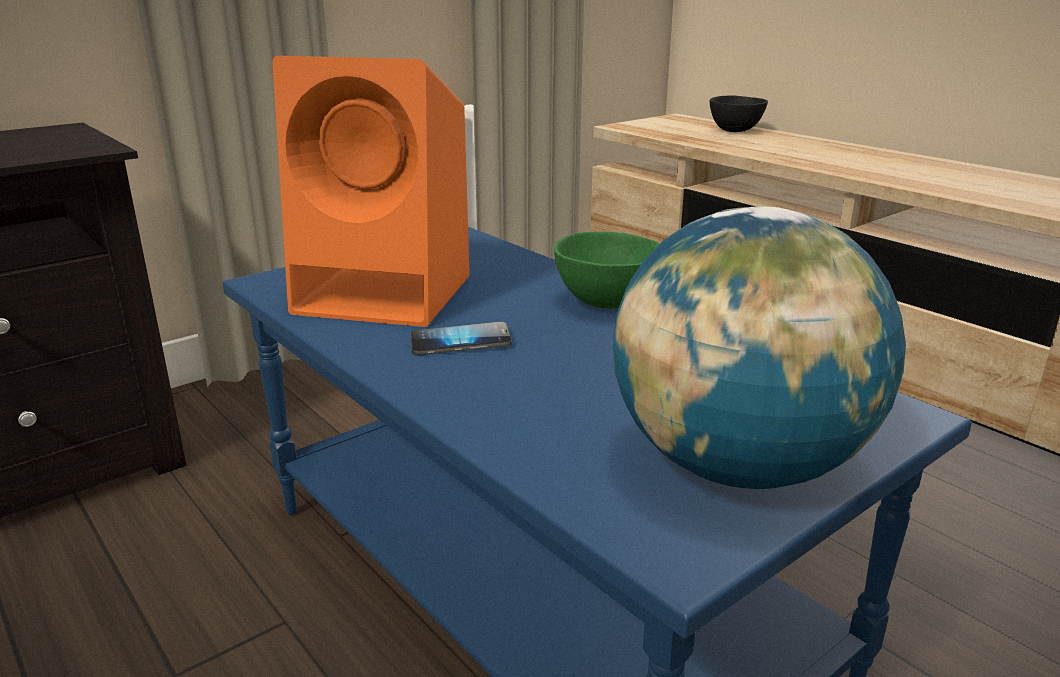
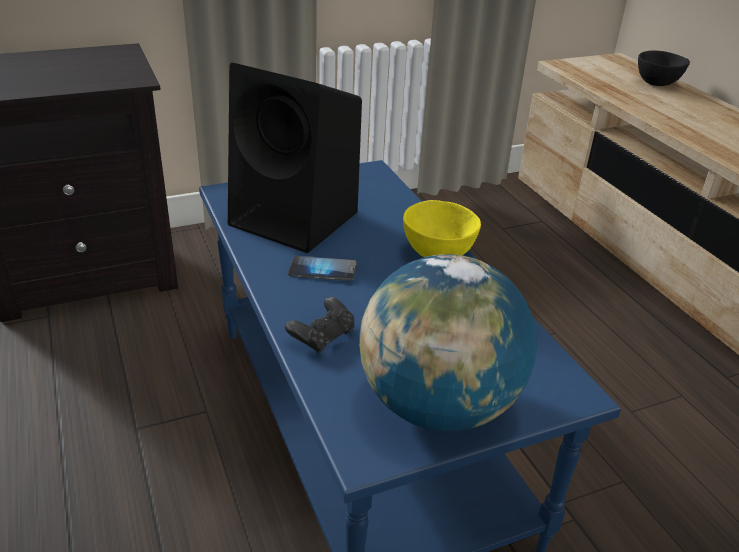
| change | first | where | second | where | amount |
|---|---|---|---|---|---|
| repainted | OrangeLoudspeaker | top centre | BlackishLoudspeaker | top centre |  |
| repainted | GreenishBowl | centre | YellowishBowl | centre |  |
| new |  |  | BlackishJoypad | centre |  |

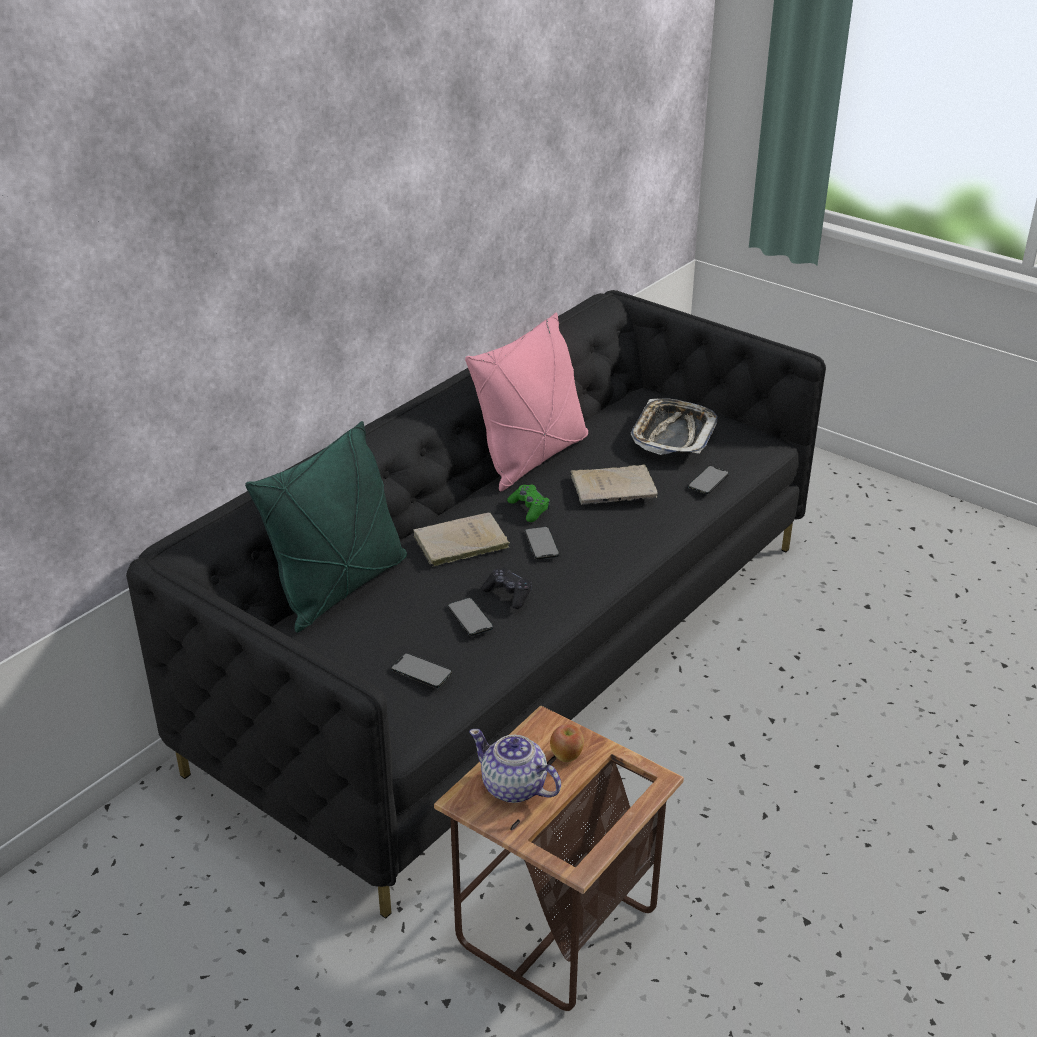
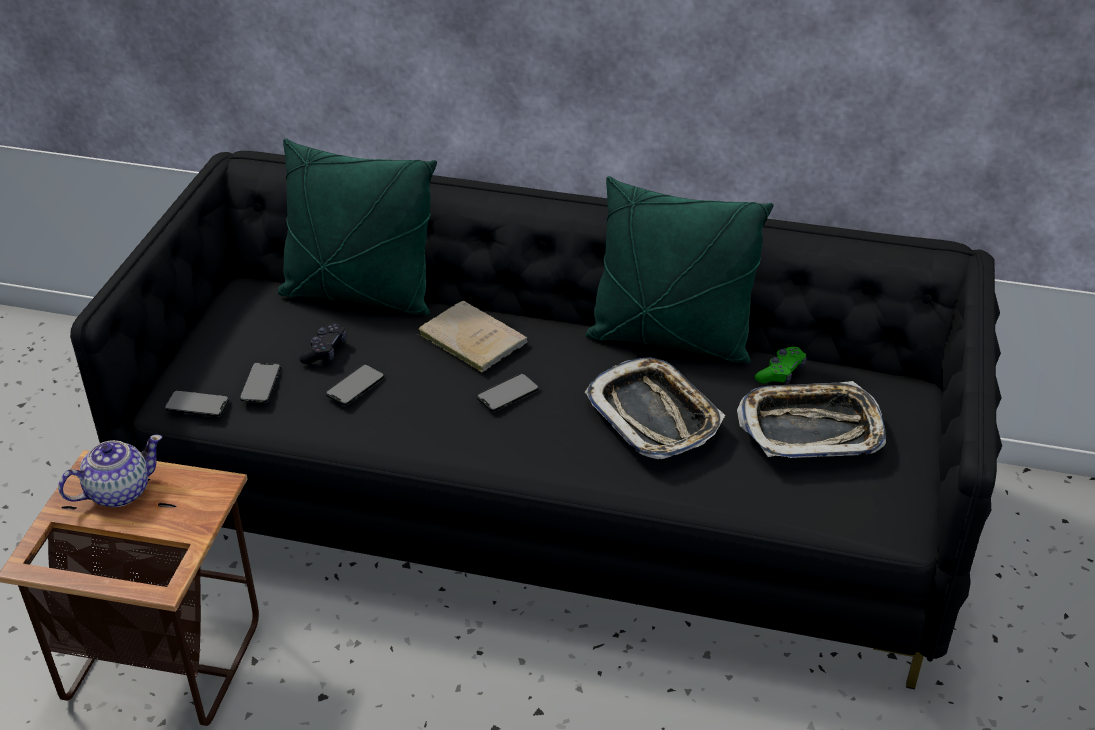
| change | first | where | second | where | amount |
|---|---|---|---|---|---|
| repainted | PinkCushion | centre | GreenishCushion (no. 2 from left) | centre |  |
| rotated | PotForTea | bottom centre |  | middle left | 45 degrees clockwise |
| shifted | BlackishJoypad | centre |  | middle left |  |
| shifted | GreenishJoypad | centre |  | middle right |  |
| gone | AppleFruit | bottom centre |  |  |  |
| swapped | SandColouredVolume (no. 2 from left) | centre | ServingTray (no. 1 from left) | centre |  |
| shifted | Telephone (no. 4 from left in the first image) | middle right | Telephone (no. 1 from left) | middle left |  |

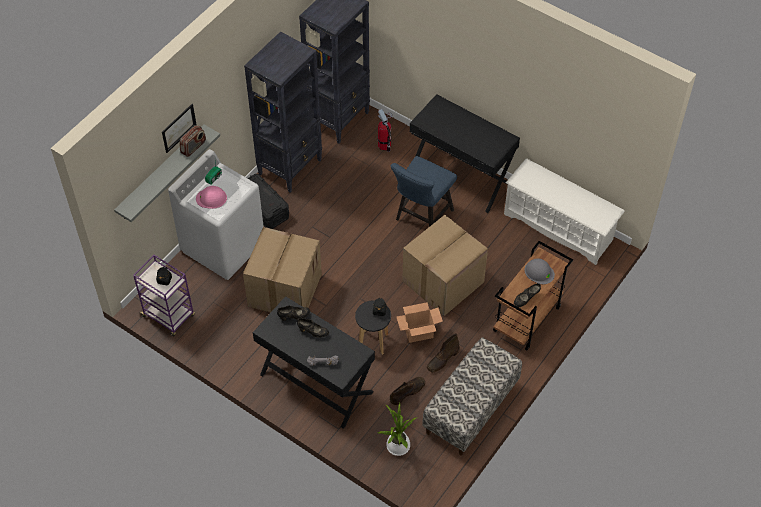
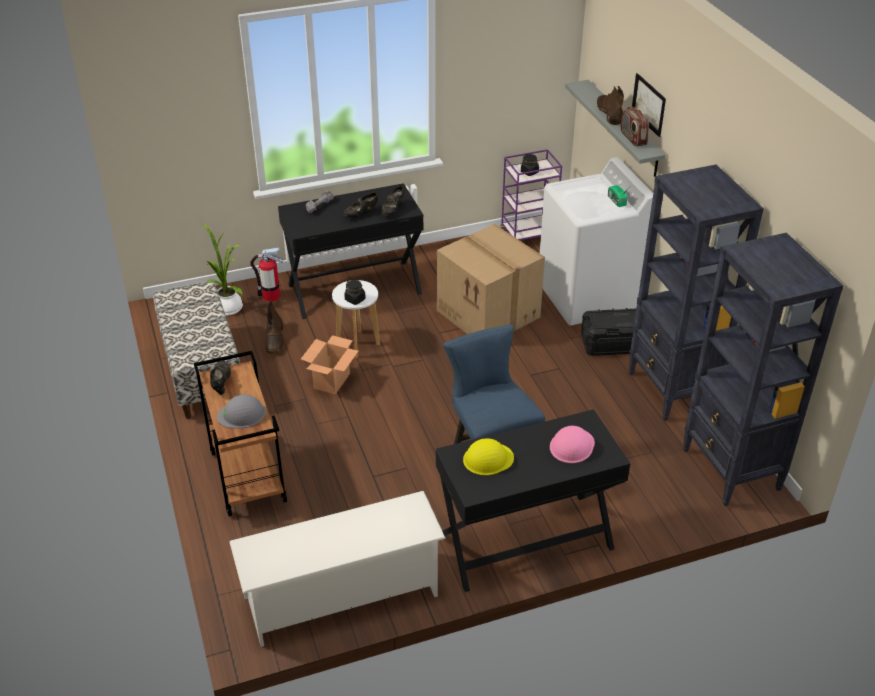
| change | first | where | second | where | amount |
|---|---|---|---|---|---|
| shifted | PinkHardHat | middle left |  | centre |  |
| repainted | BlackishSittingStool | centre | WhiteSittingStool | centre |  |
| shifted | FireExtinguisher | top centre |  | middle left |  |
| gone | Carton (no. 3 from left) | centre |  |  |  |
| shifted | BrownishBoot (no. 2 from left) | bottom centre |  | top right |  |
| new |  |  | YellowishHardHat | centre |  |

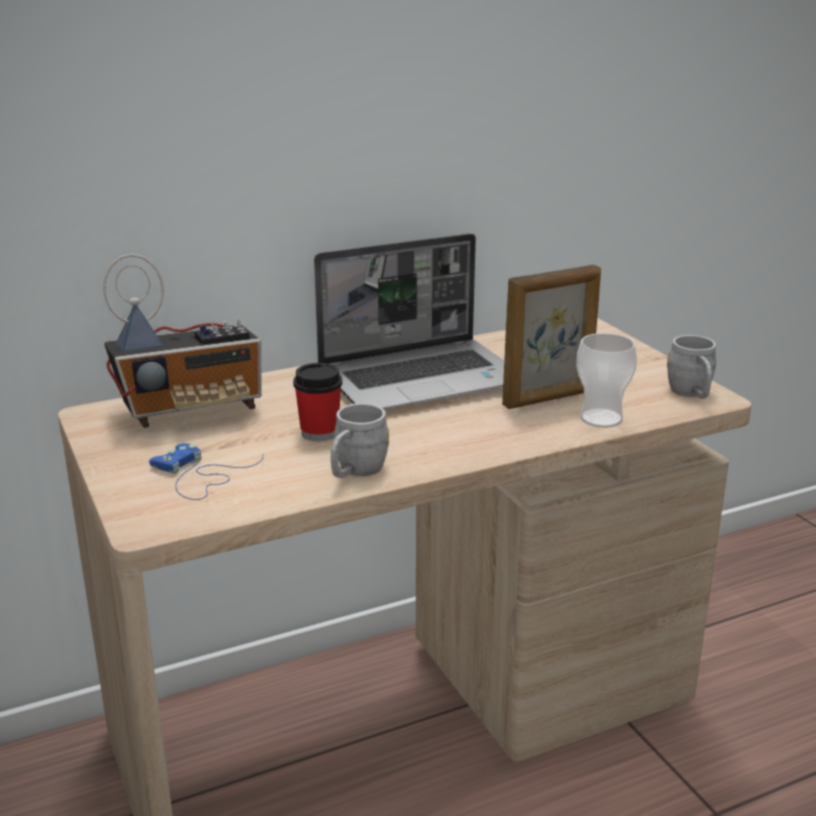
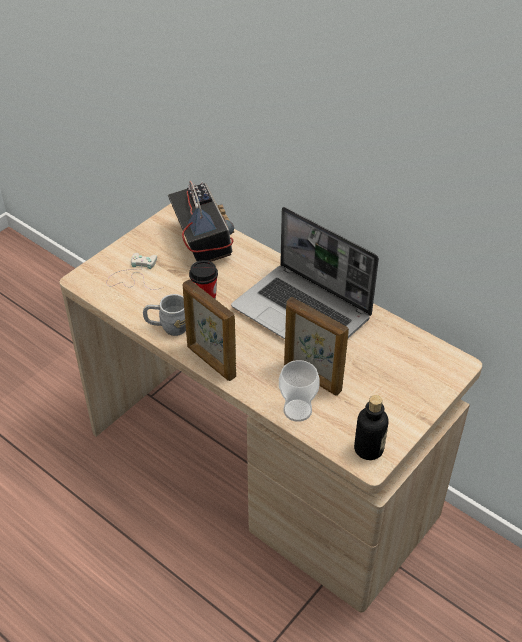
| change | first | where | second | where | amount |
|---|---|---|---|---|---|
| rotated | RadioReceiver | middle left |  | centre | 150 degrees counterclockwise |
| repainted | BlueJoypad | middle left | WhiteJoypad | middle left |  |
| swapped | GreyCoffeeMug (no. 2 from left) | middle right | DrinkBottle | middle right |  |
| new |  |  | PhotoFrame (no. 1 from left) | centre |  |

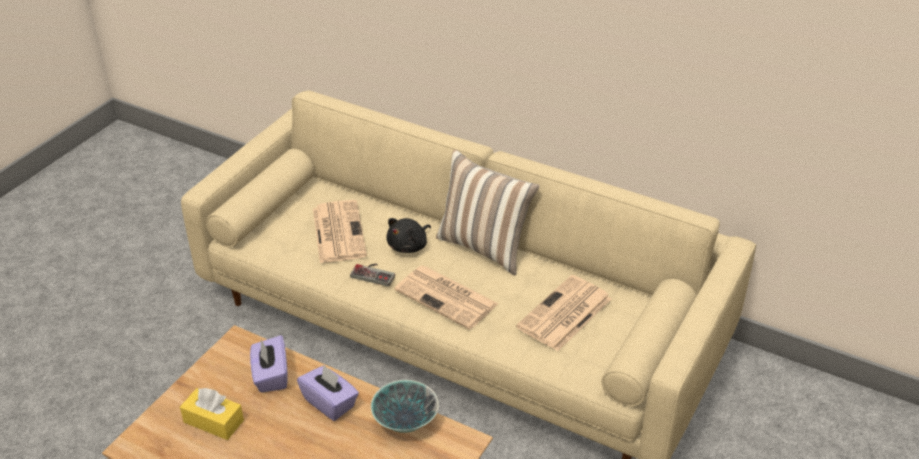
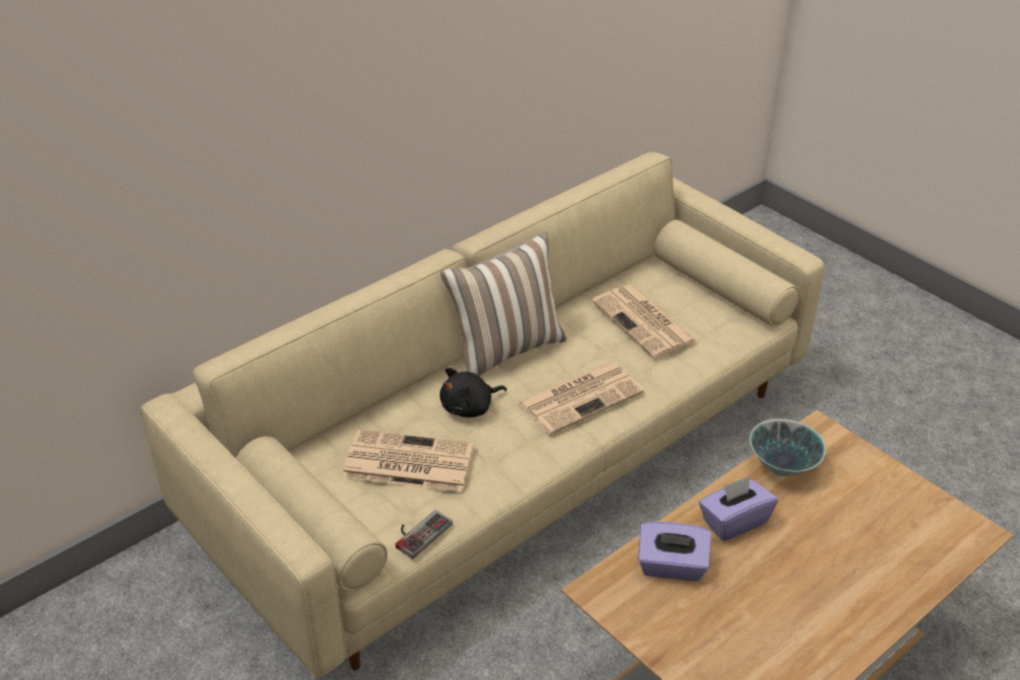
| change | first | where | second | where | amount |
|---|---|---|---|---|---|
| gone | YellowishBoxOfTissues | bottom left |  |  |  |
| shifted | Joypad | centre |  | bottom centre |  |
| rotated | BlackishSoftToy | centre |  | centre | 90 degrees clockwise |

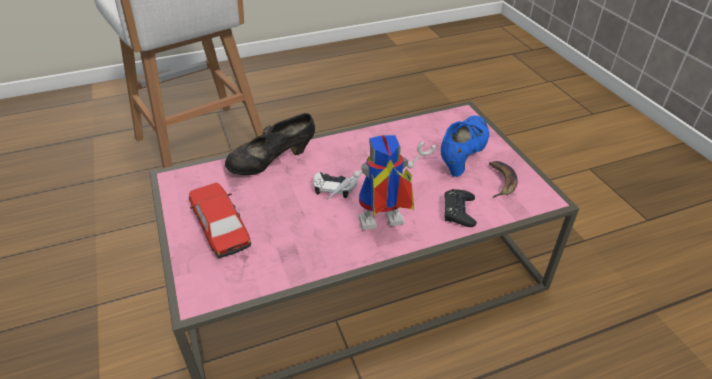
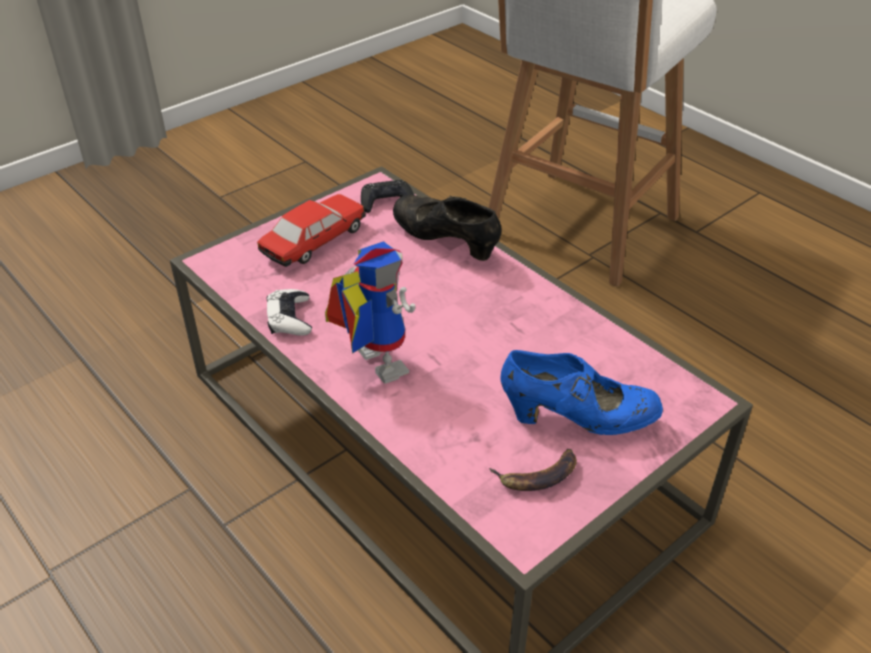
| change | first | where | second | where | amount |
|---|---|---|---|---|---|
| shifted | WhiteJoypad | centre |  | middle left |  |
| shifted | BlackishJoypad | centre |  | top centre |  |

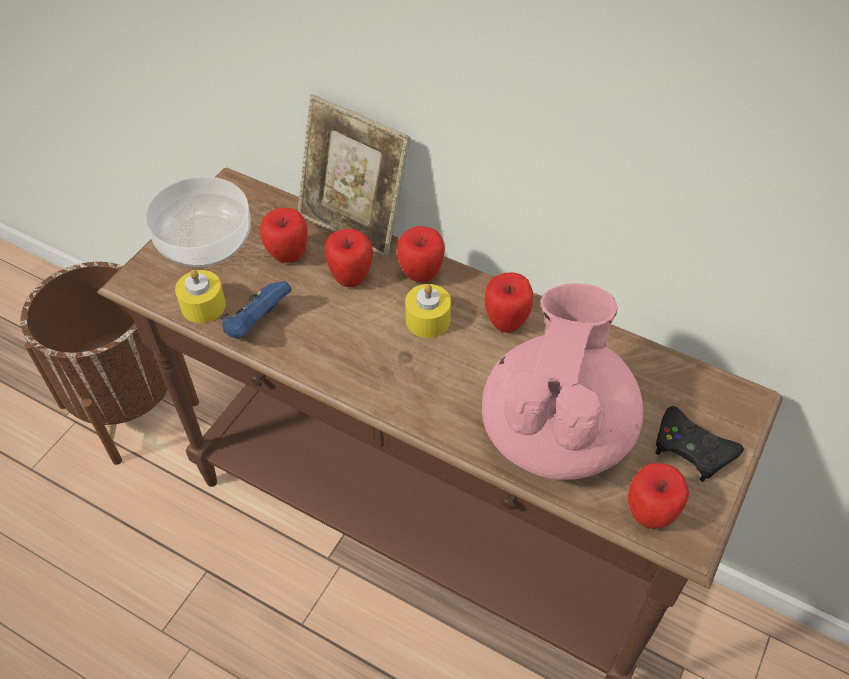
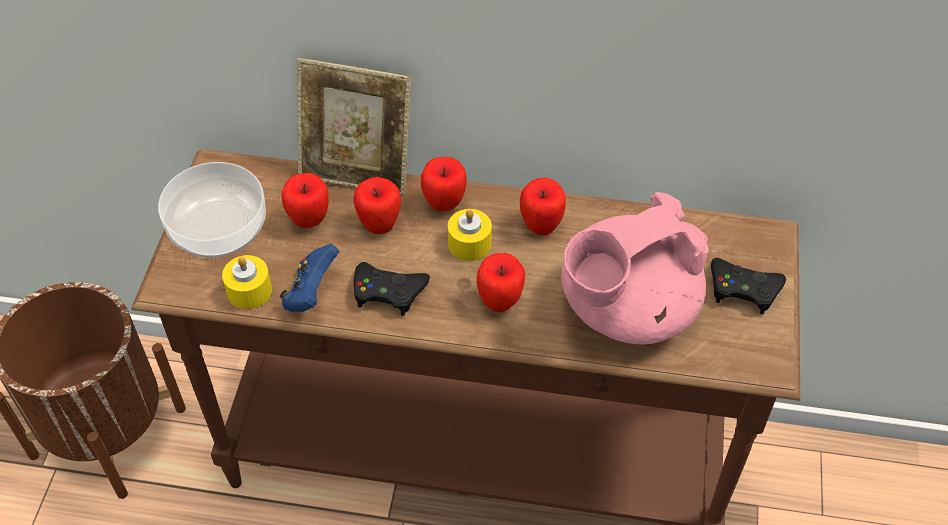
| change | first | where | second | where | amount |
|---|---|---|---|---|---|
| rotated | PinkPotForTea | centre |  | middle right | 120 degrees counterclockwise |
| shifted | AppleFruit (no. 5 from left in the first image) | bottom right | AppleFruit (no. 4 from left) | centre |  |
| new |  |  | BlackishJoypad (no. 1 from left) | centre |  |

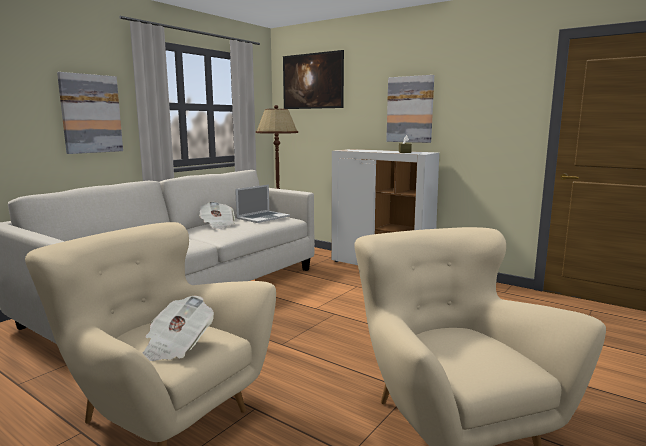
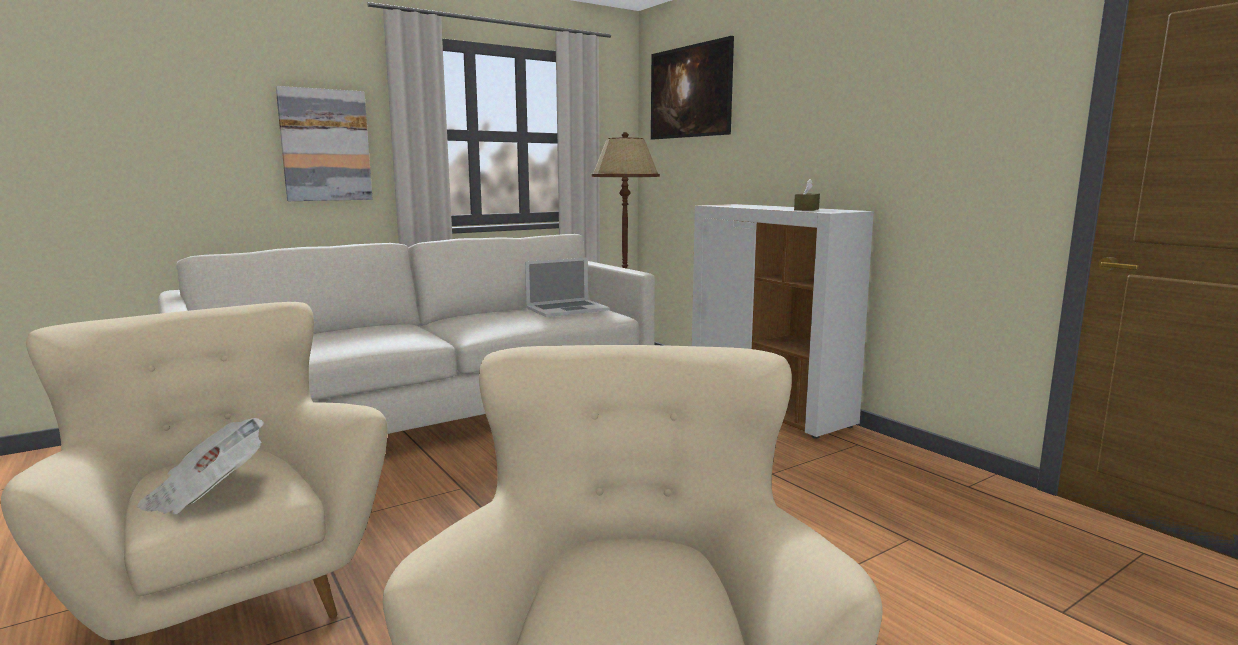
| change | first | where | second | where | amount |
|---|---|---|---|---|---|
| gone | DailyPaper (no. 2 from left) | centre |  |  |  |
| gone | WallArt (no. 3 from left) | top centre |  |  |  |

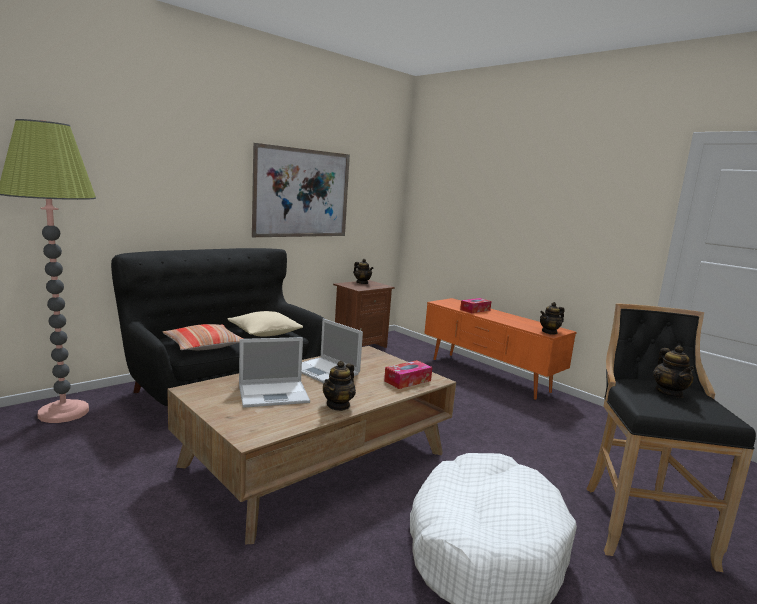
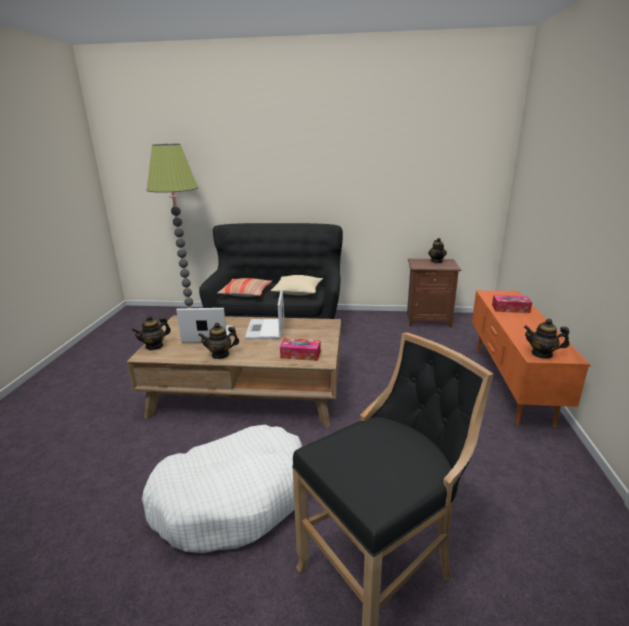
| change | first | where | second | where | amount |
|---|---|---|---|---|---|
| rotated | NotebookComputer (no. 1 from left) | centre |  | middle left | 150 degrees clockwise |
| gone | WallArt | top centre |  |  |  |
| shifted | PotForTea (no. 4 from left in the first image) | middle right | PotForTea (no. 1 from left) | middle left |  |

